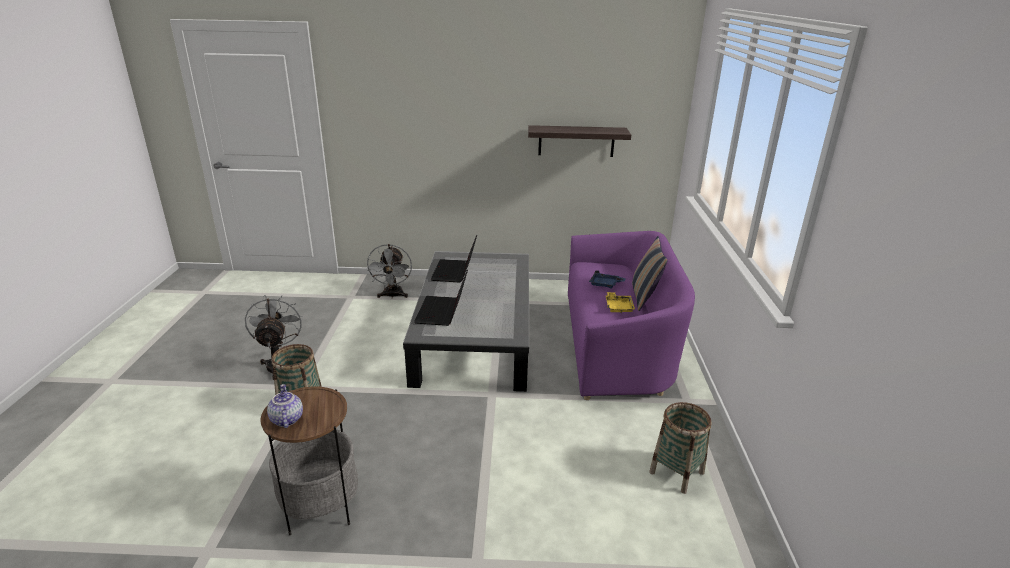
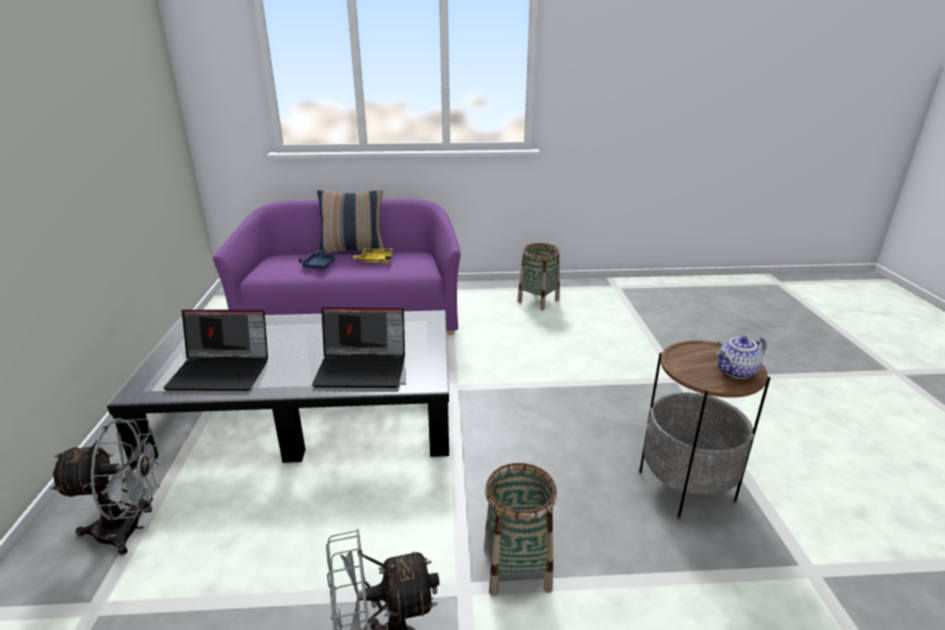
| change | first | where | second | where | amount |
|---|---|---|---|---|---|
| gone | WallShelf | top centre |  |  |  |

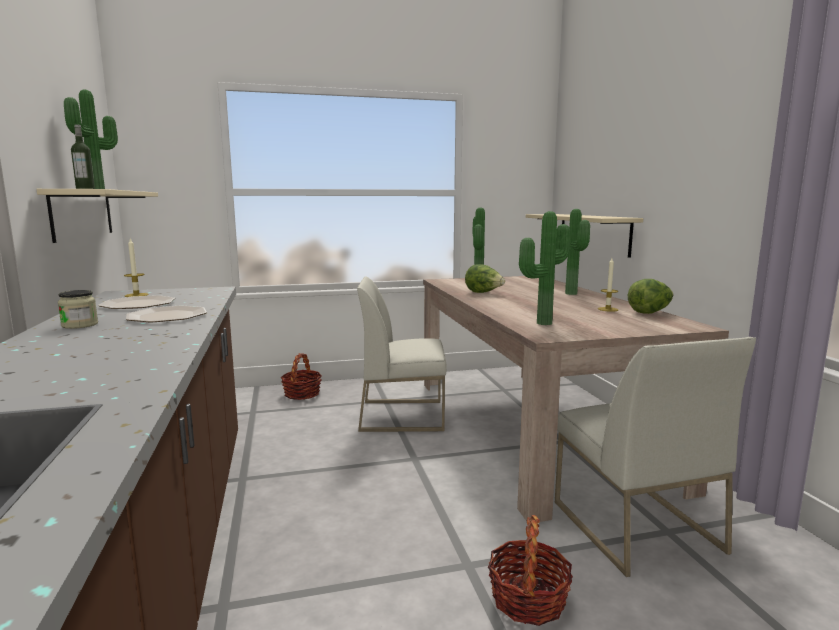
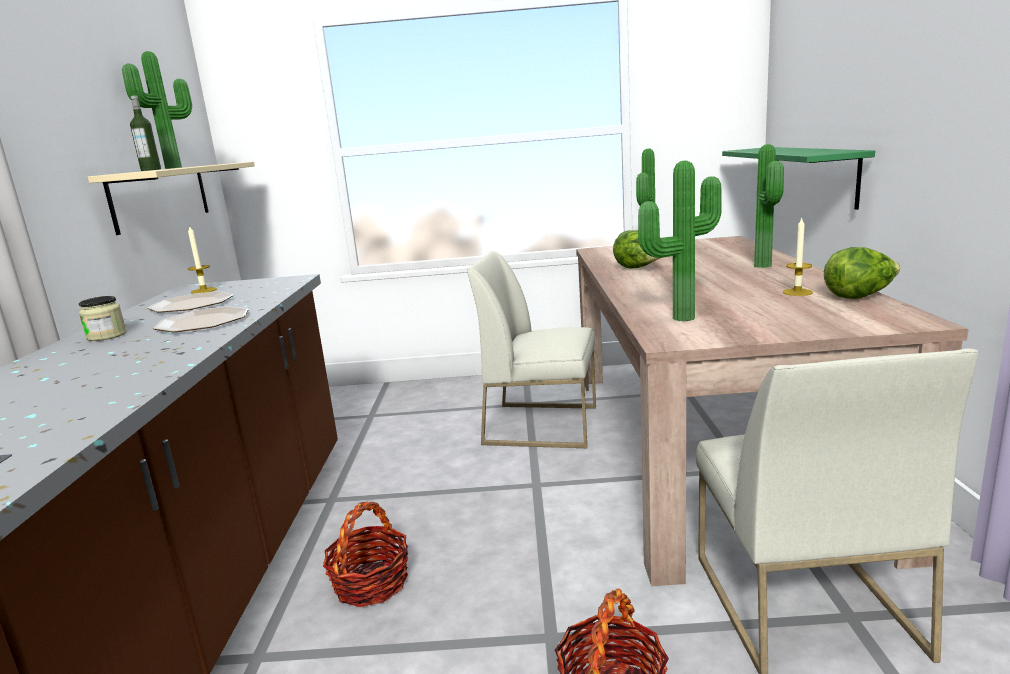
| change | first | where | second | where | amount |
|---|---|---|---|---|---|
| shifted | Basket (no. 1 from left) | centre |  | bottom centre |  |
| repainted | SandColouredWallShelf (no. 2 from left) | middle right | GreenishWallShelf | top right |  |

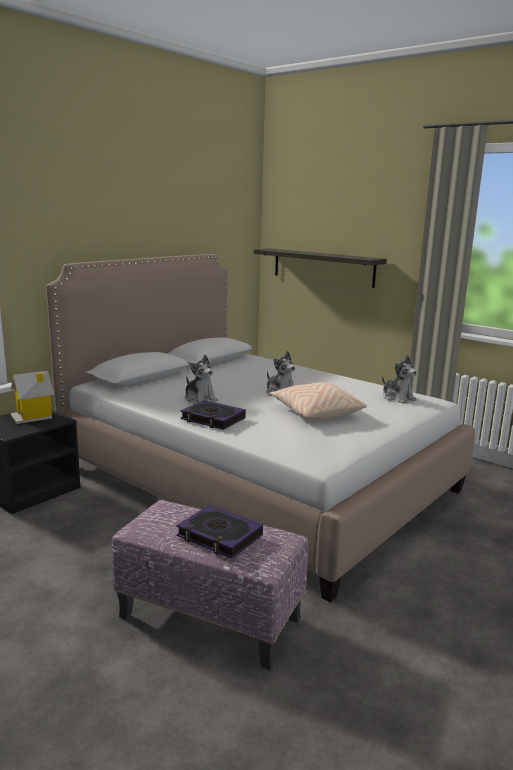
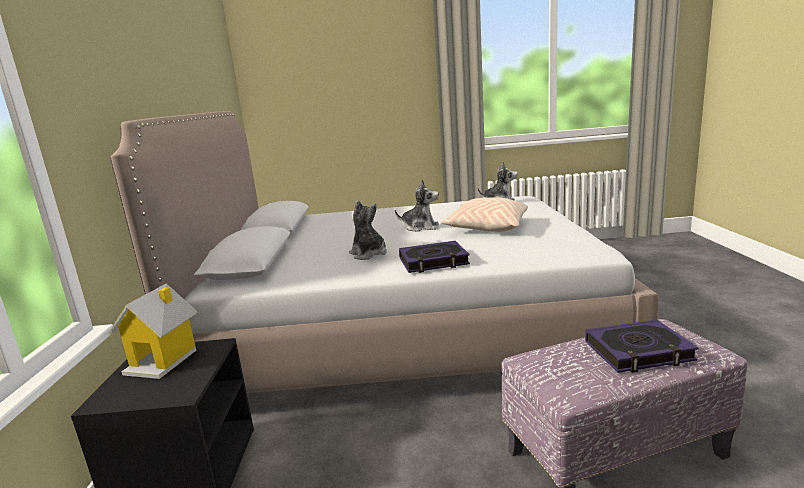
| change | first | where | second | where | amount |
|---|---|---|---|---|---|
| rotated | SoftToy (no. 1 from left) | centre |  | centre | 135 degrees counterclockwise |
| gone | WallShelf | centre |  |  |  |

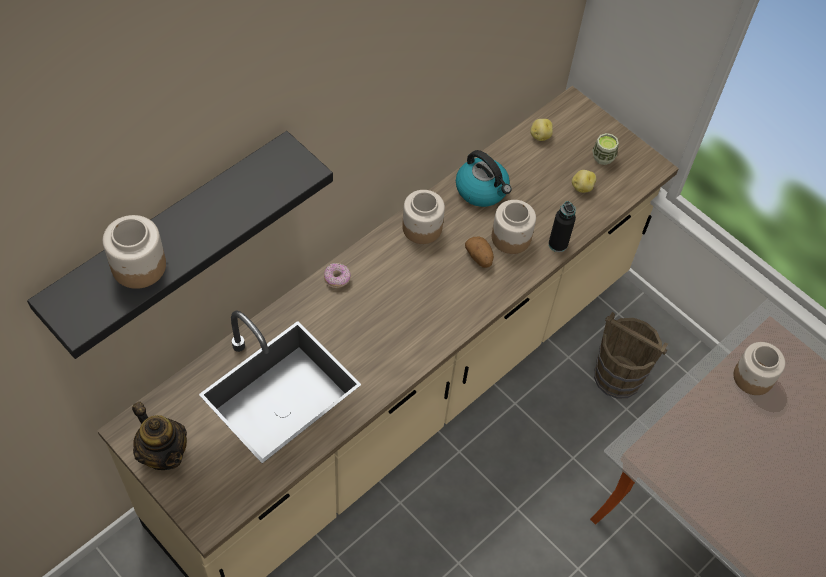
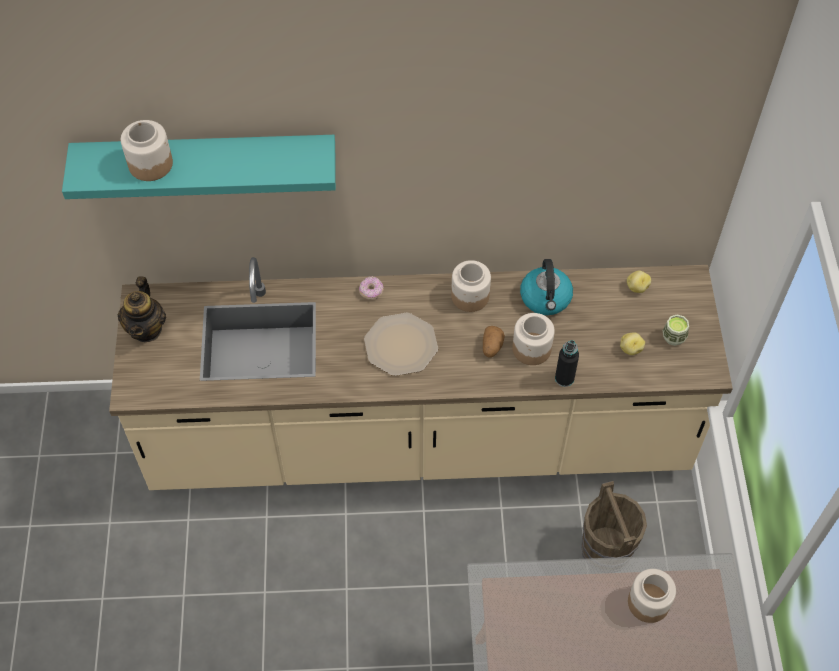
| change | first | where | second | where | amount |
|---|---|---|---|---|---|
| repainted | BlackishWallShelf | middle left | BlueGreenWallShelf | top left |  |
| new |  |  | DinnerPlate | centre |  |

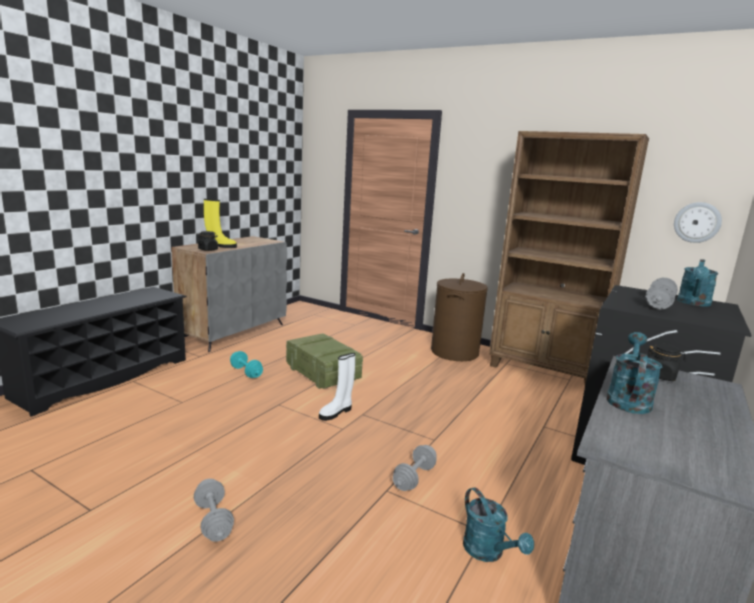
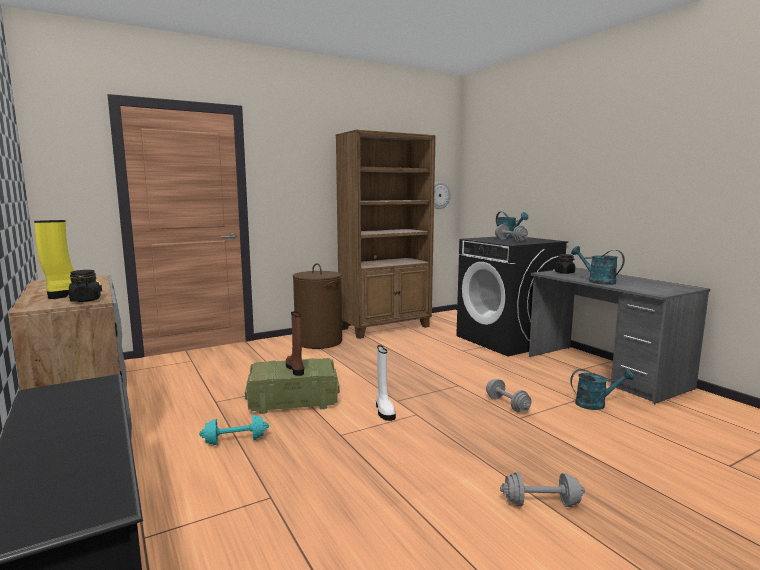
| change | first | where | second | where | amount |
|---|---|---|---|---|---|
| new |  |  | BrownishBoot | centre |  |

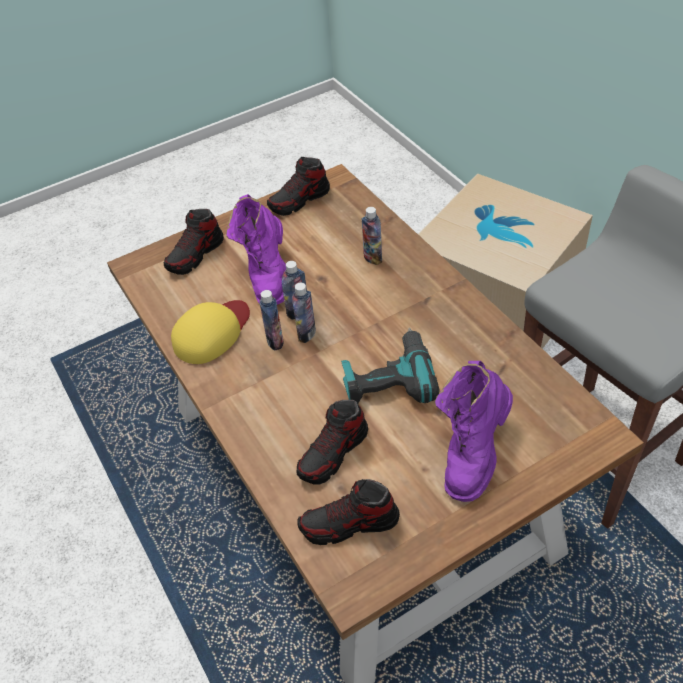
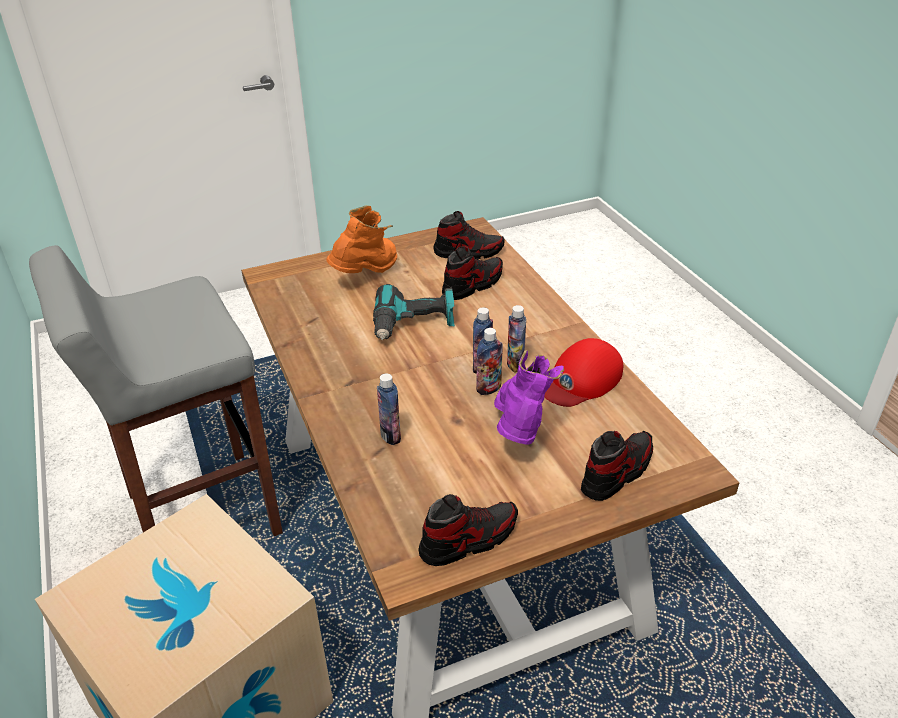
| change | first | where | second | where | amount |
|---|---|---|---|---|---|
| repainted | YellowishBaseballCap | middle left | RedColouredBaseballCap | centre |  |
| repainted | PurpleBoot (no. 2 from left) | middle right | OrangeBoot | top centre |  |

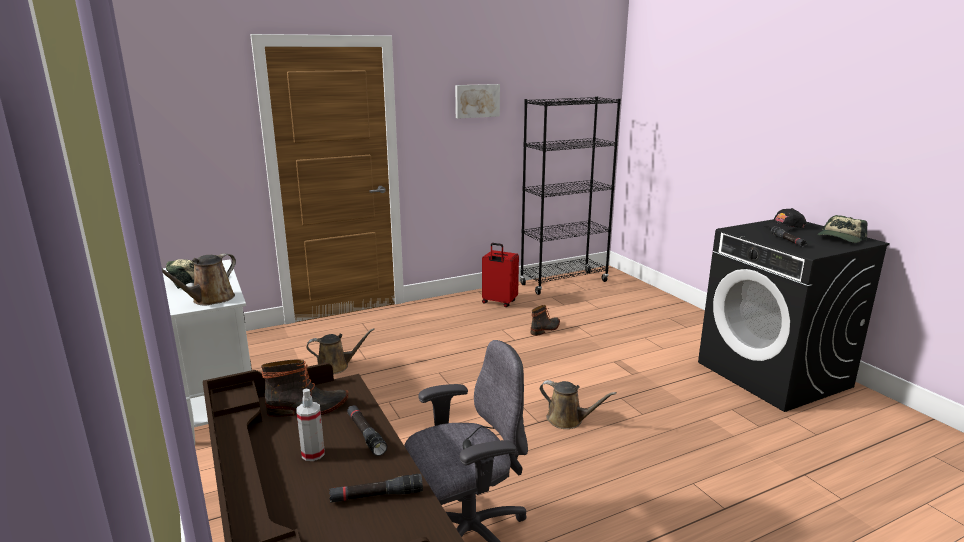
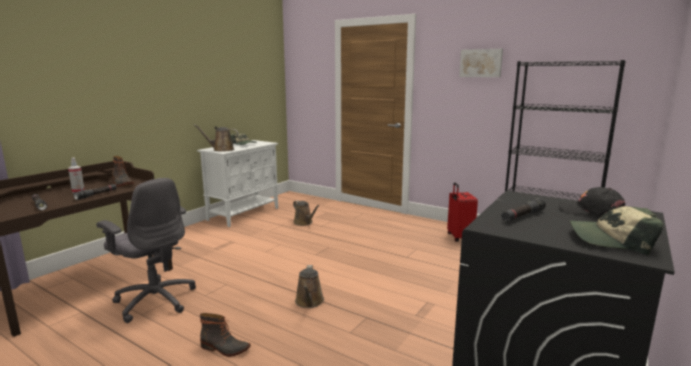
| change | first | where | second | where | amount |
|---|---|---|---|---|---|
| shifted | Boot (no. 2 from left) | centre |  | bottom left |  |

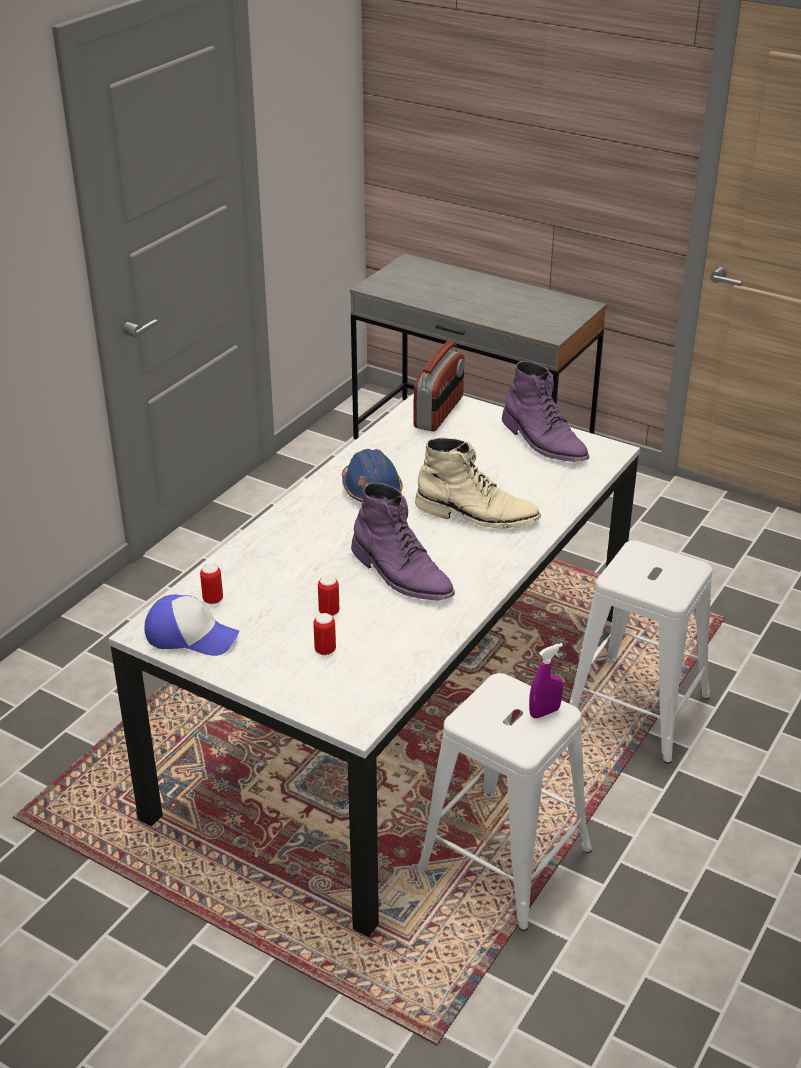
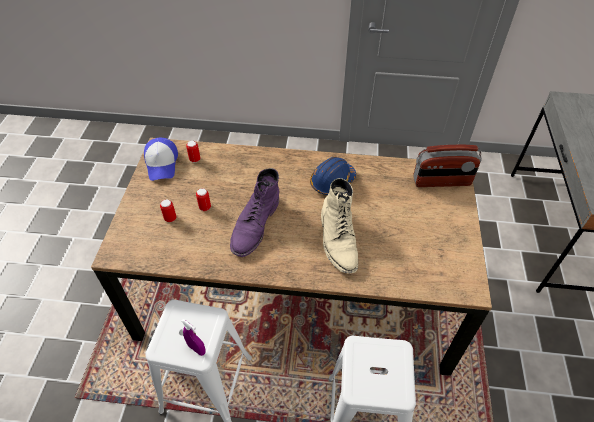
| change | first | where | second | where | amount |
|---|---|---|---|---|---|
| repainted | WhiteDiningTable | centre | BrownishDiningTable | centre |  |
| gone | PurpleBoot (no. 2 from left) | middle right |  |  |  |

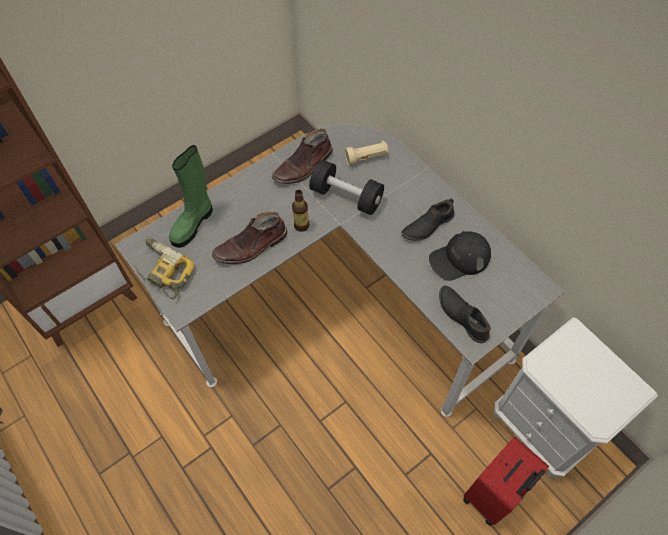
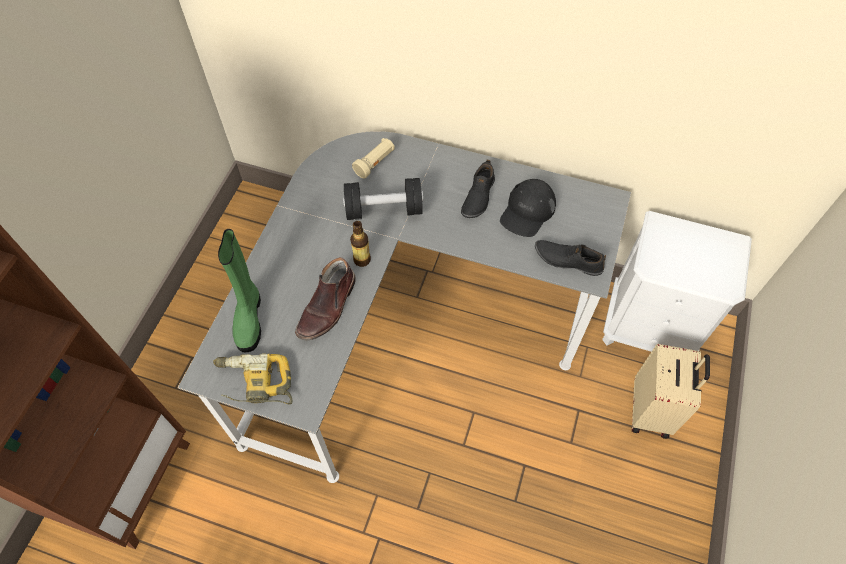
| change | first | where | second | where | amount |
|---|---|---|---|---|---|
| gone | BrownishBoot (no. 2 from left) | top centre |  |  |  |
| repainted | RedColouredPieceOfLuggage | bottom right | SandColouredPieceOfLuggage | bottom right |  |

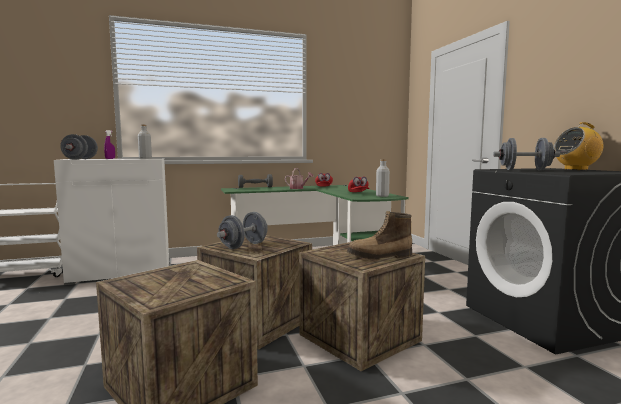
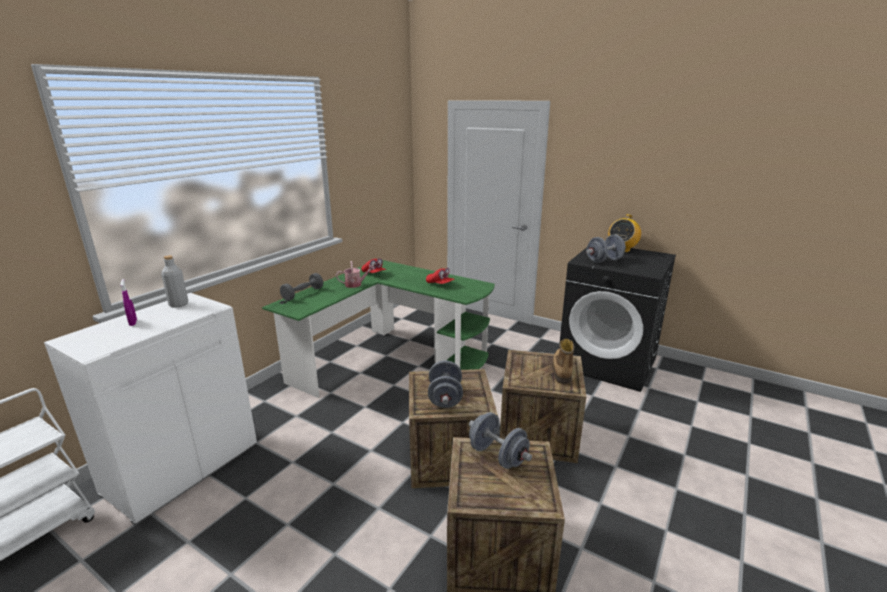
| change | first | where | second | where | amount |
|---|---|---|---|---|---|
| shifted | GreyDumbbell (no. 1 from left in the first image) | middle left | GreyDumbbell (no. 3 from left) | bottom centre |  |
| rotated | Boot | centre |  | centre | 150 degrees clockwise |
| gone | GreyDrinkBottle (no. 2 from left) | centre |  |  |  |

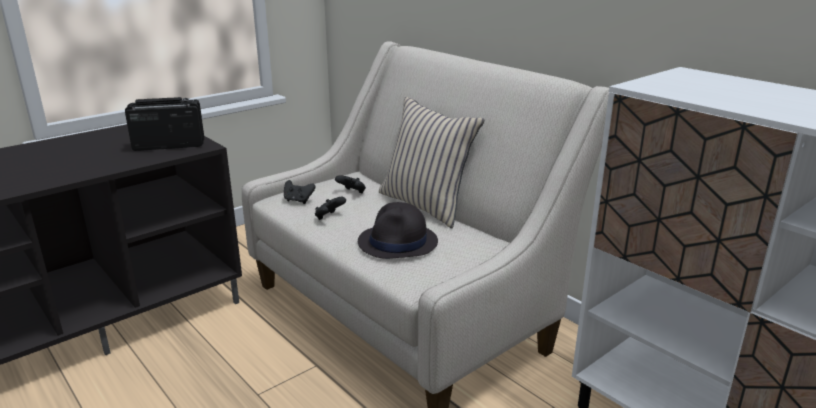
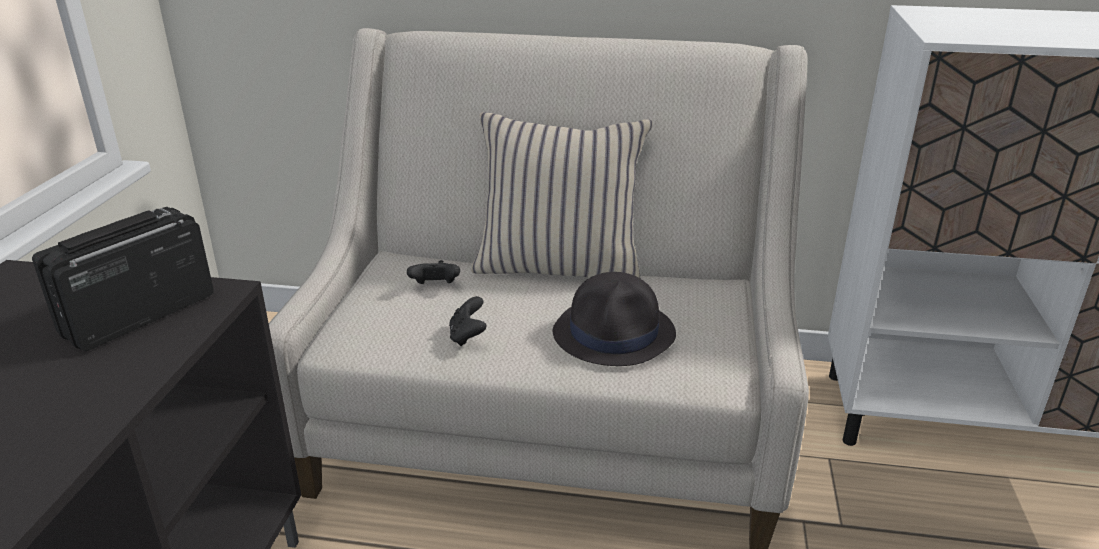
| change | first | where | second | where | amount |
|---|---|---|---|---|---|
| gone | BlackishJoypad (no. 1 from left) | centre |  |  |  |

